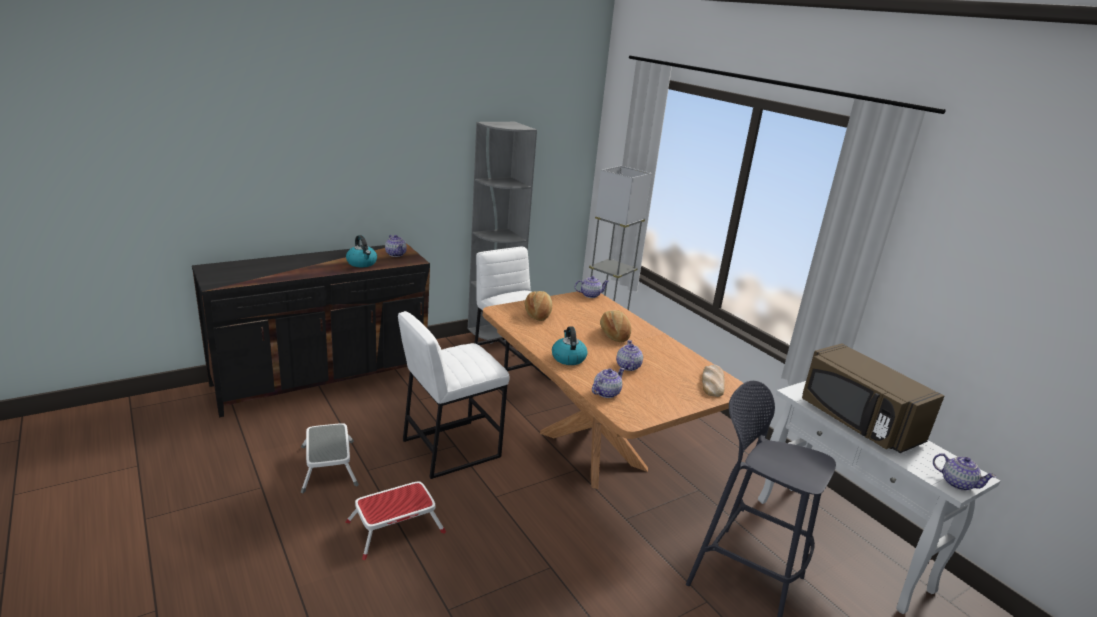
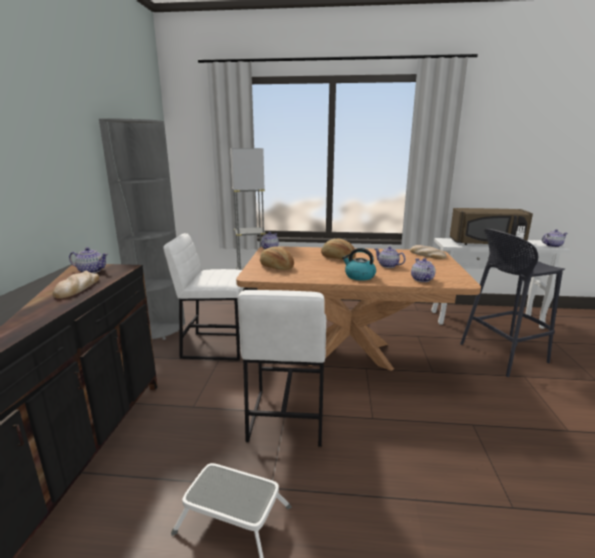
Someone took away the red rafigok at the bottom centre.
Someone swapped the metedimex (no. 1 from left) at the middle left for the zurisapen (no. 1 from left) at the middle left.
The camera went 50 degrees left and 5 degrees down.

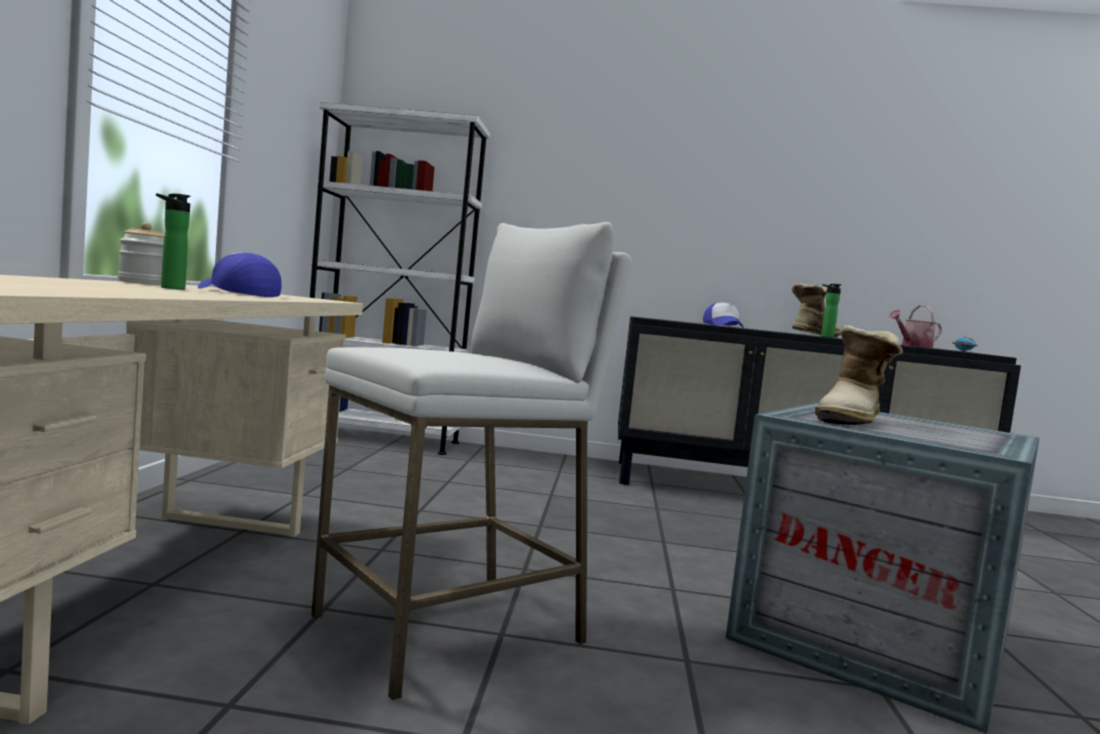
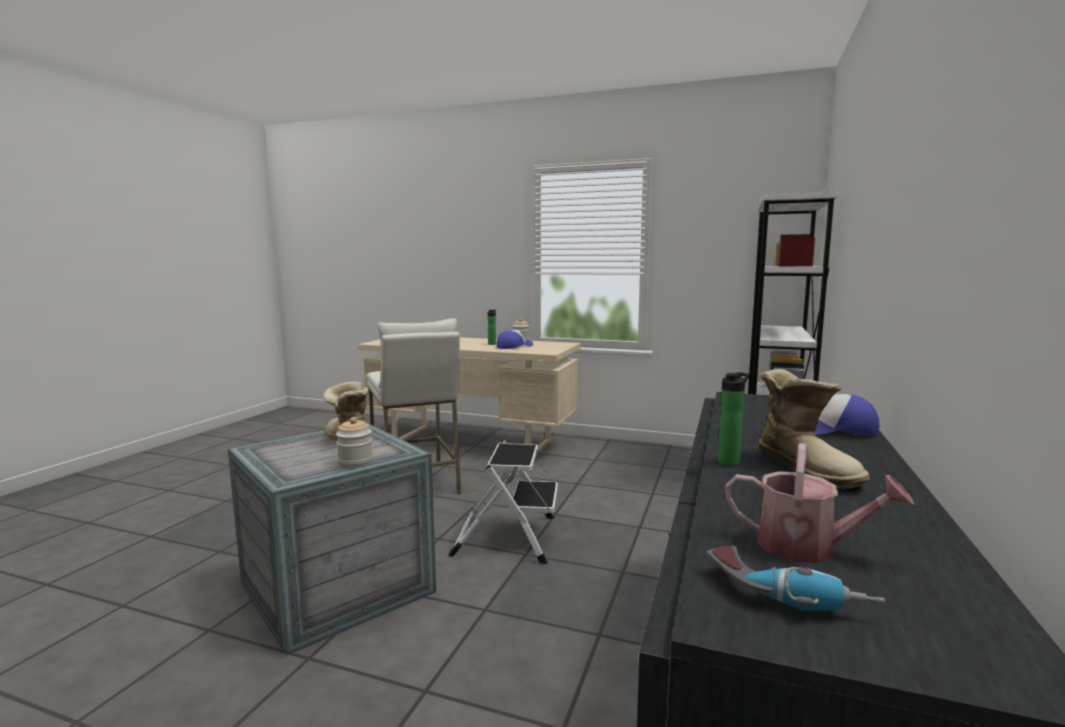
Someone rotated the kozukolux at the middle right by 120 degrees clockwise.
Someone put down the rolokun (no. 1 from left) at the middle left.
Someone put down the rafigok at the bottom centre.
The camera went 105 degrees right and 5 degrees up.

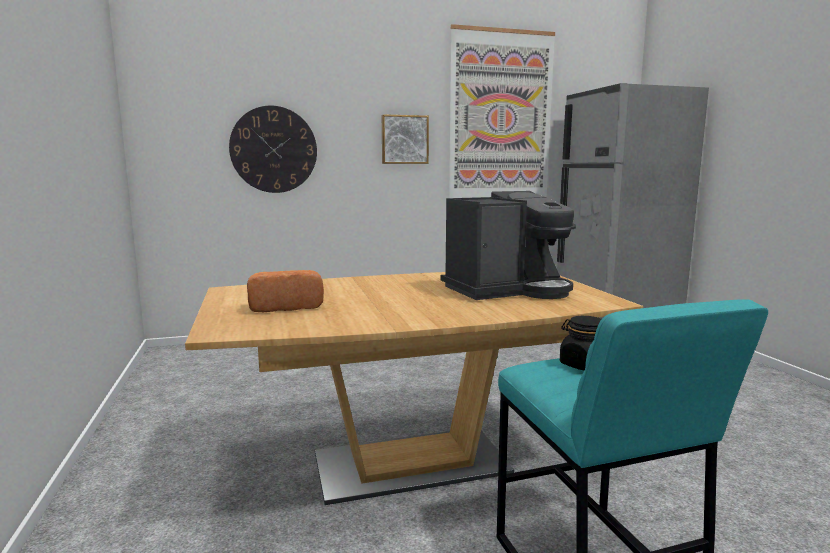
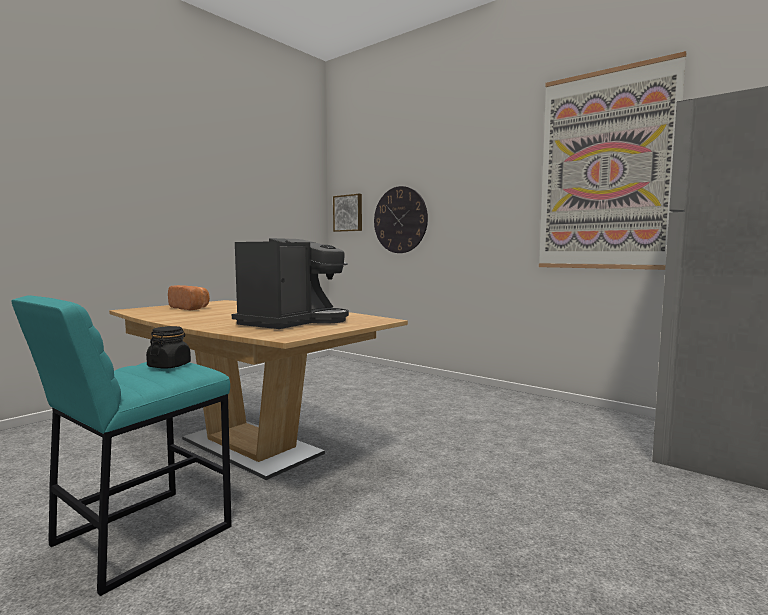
Someone carried the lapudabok (no. 1 from left) from the top centre to the centre.
Someone rotated the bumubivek at the centre by 90 degrees counterclockwise.
The camera went 55 degrees right and 5 degrees down.

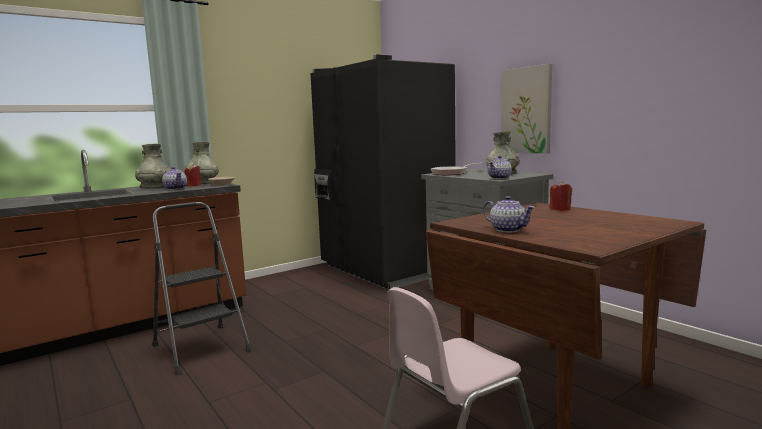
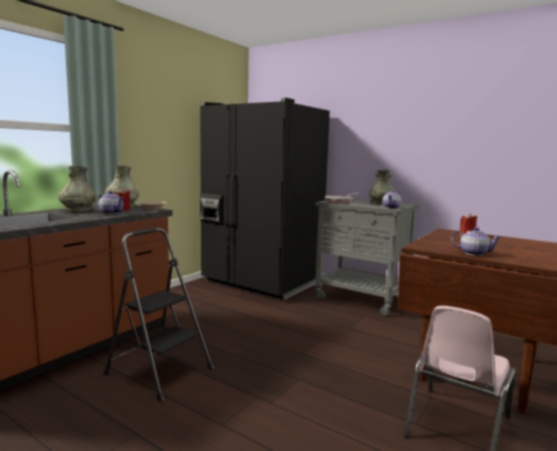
Someone took away the lapudabok at the top right.
The camera went 20 degrees left and 0 degrees up.

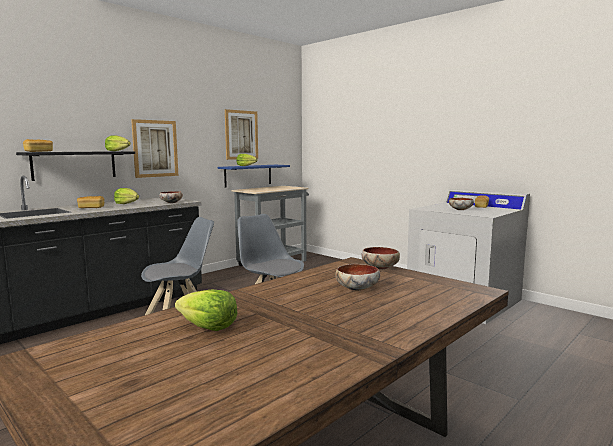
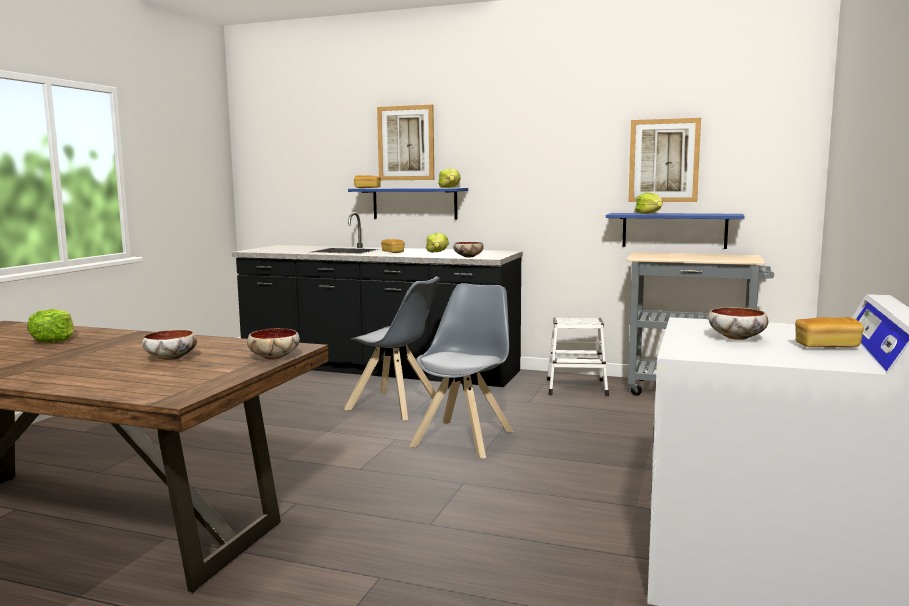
Someone repainted the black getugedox at the middle left, which became the blue getugedox (no. 1 from left) at the centre.
Someone carried the lapudabok (no. 1 from left) from the top left to the top centre.
Someone put down the white rafigok at the centre.
The camera went 65 degrees right and 0 degrees up.

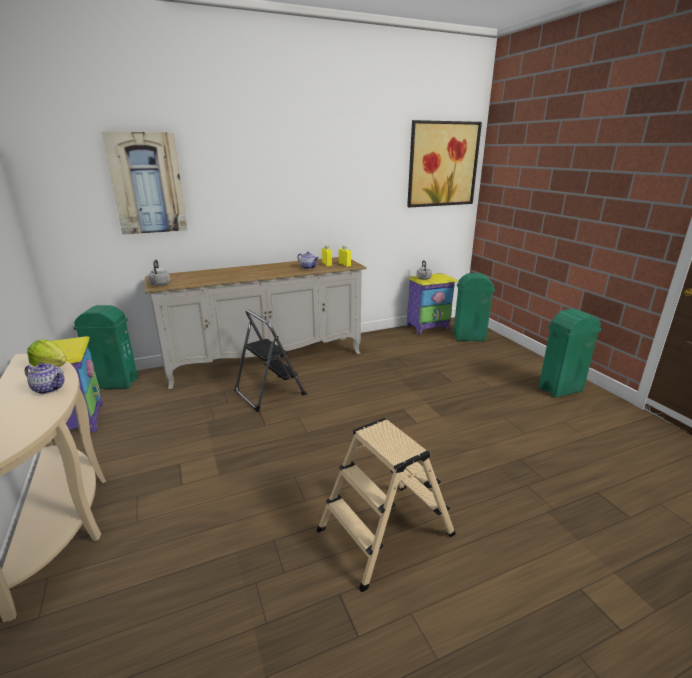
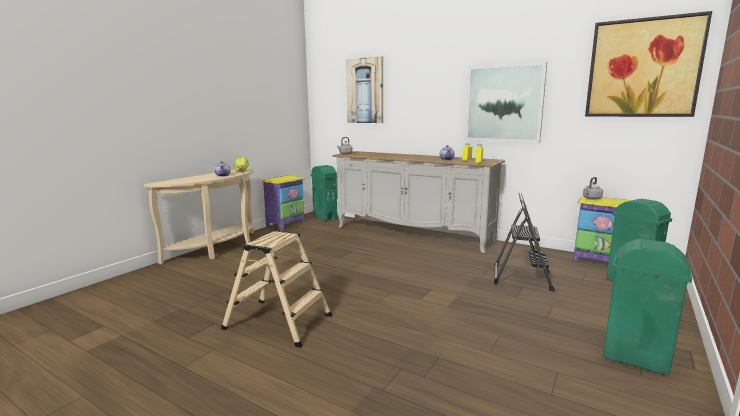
Someone carried the black rafigok from the centre to the middle right.
Someone put up the lapudabok (no. 2 from left) at the top right.
The camera went 55 degrees right and 10 degrees down.

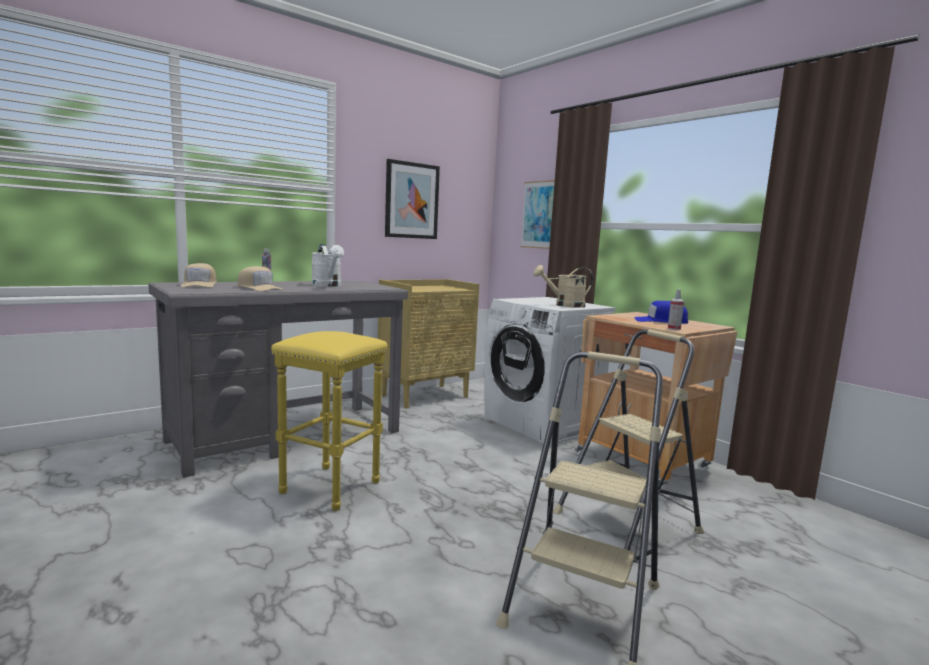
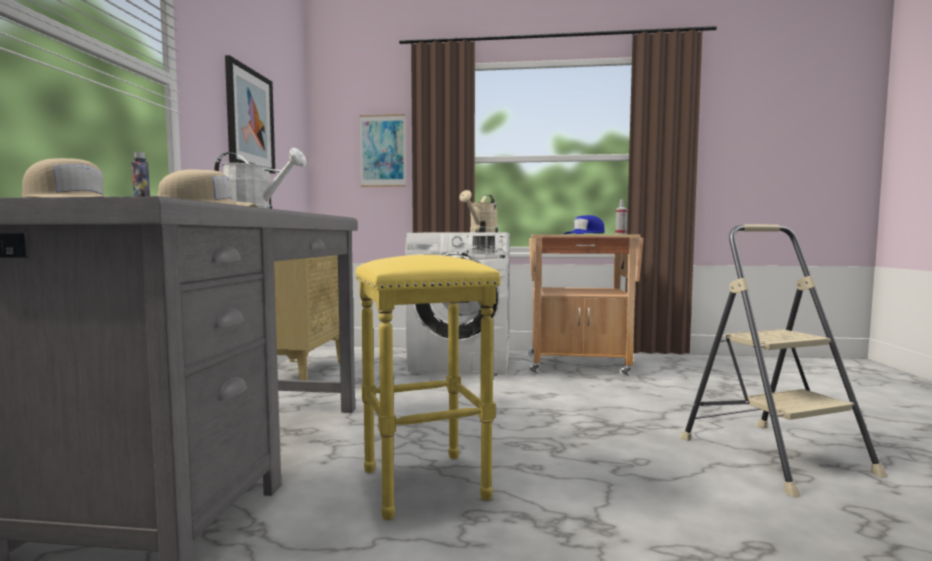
Someone took away the beige rafigok (no. 2 from left) at the middle right.
The camera went 45 degrees left and 5 degrees down.

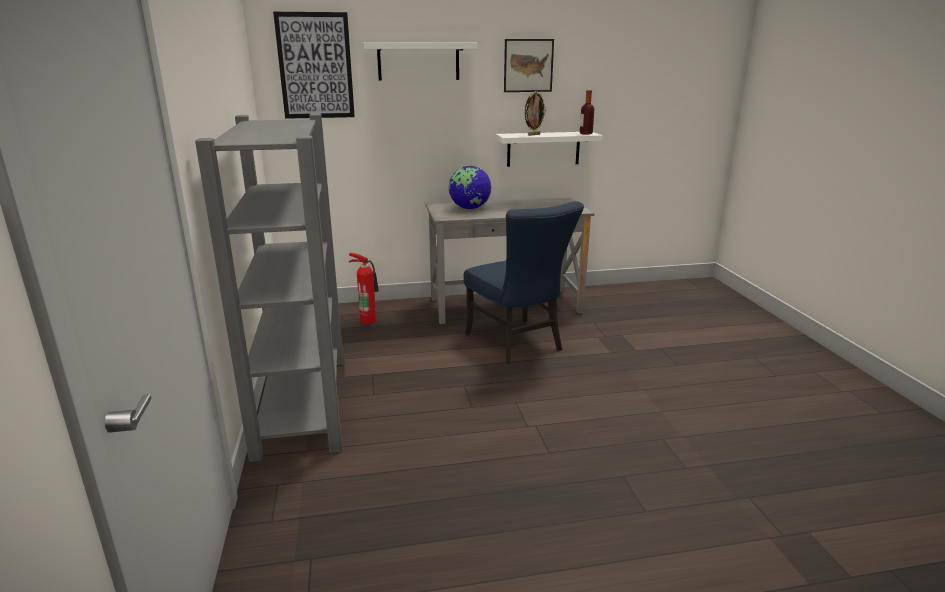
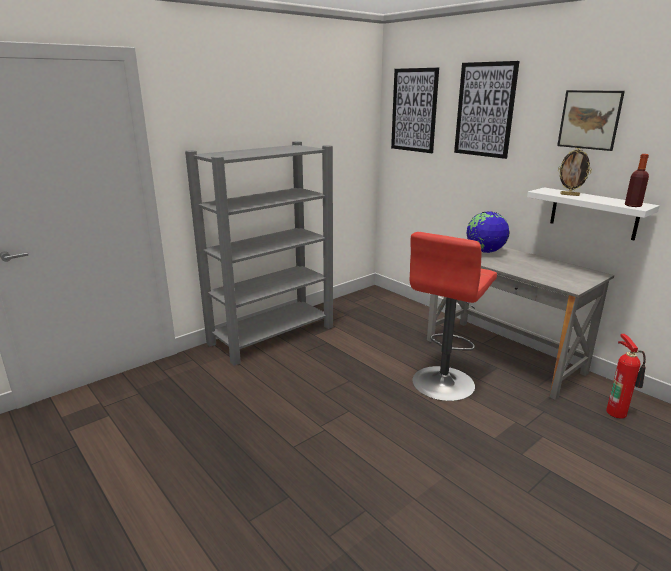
Someone carried the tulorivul from the centre to the middle right.
Someone swapped the white getugedox (no. 1 from left) at the top centre for the lapudabok (no. 2 from left) at the top right.
Someone swapped the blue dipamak at the centre for the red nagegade at the middle right.
The camera went 60 degrees right and 0 degrees up.

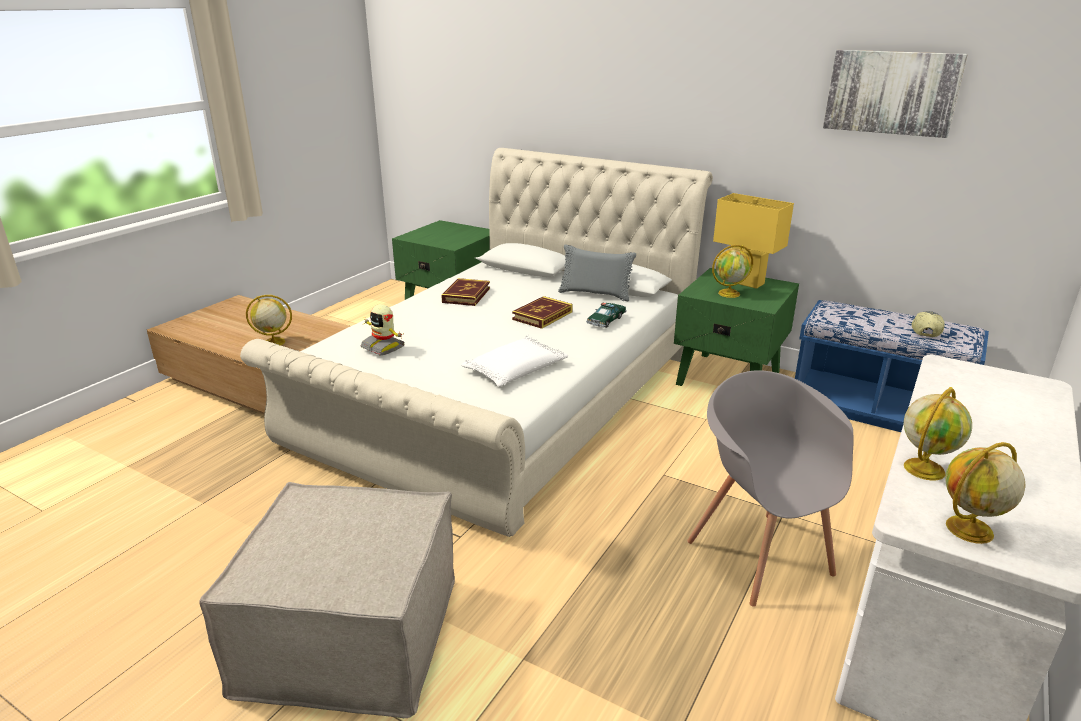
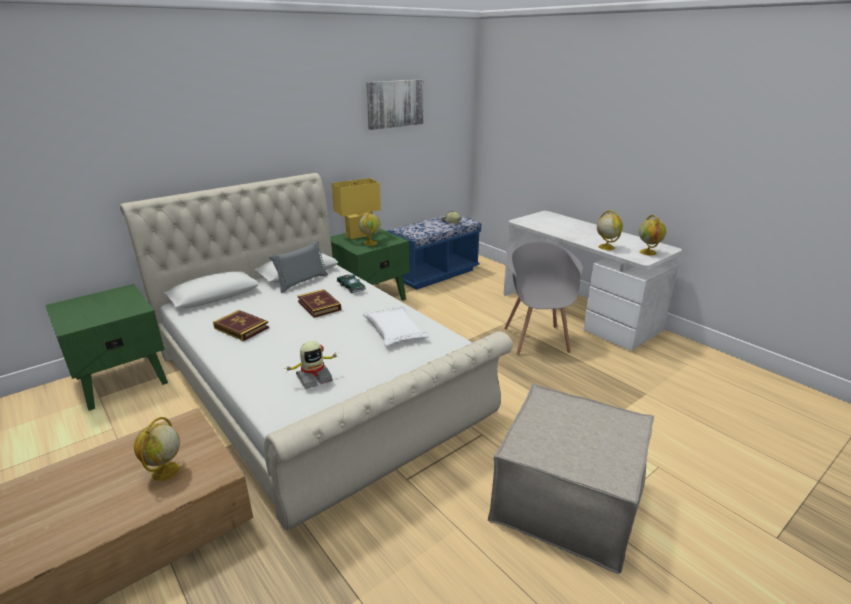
Someone rotated the grey dipamak at the bottom right by 90 degrees clockwise.
The camera went 70 degrees left and 0 degrees up.

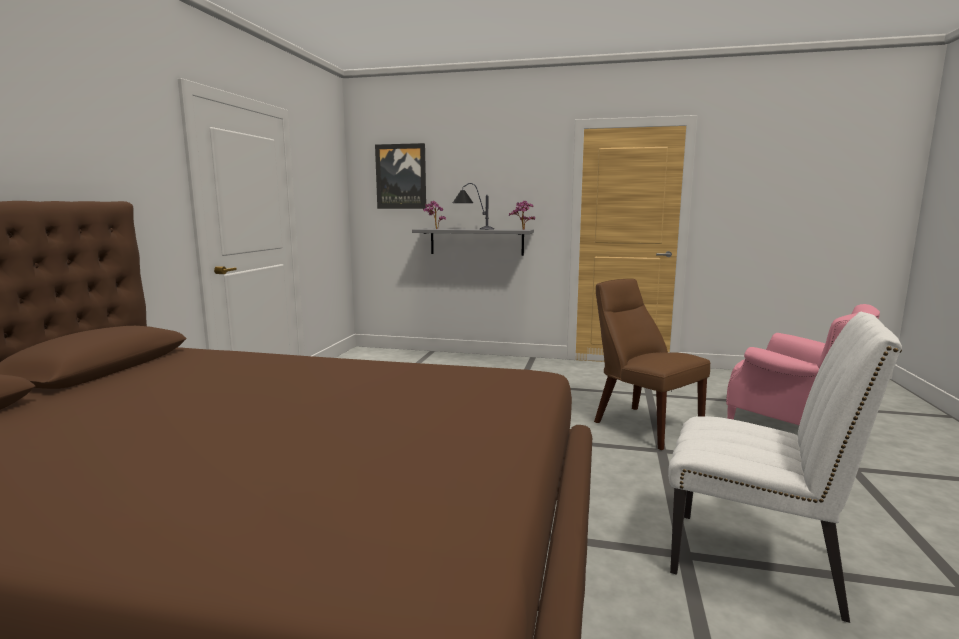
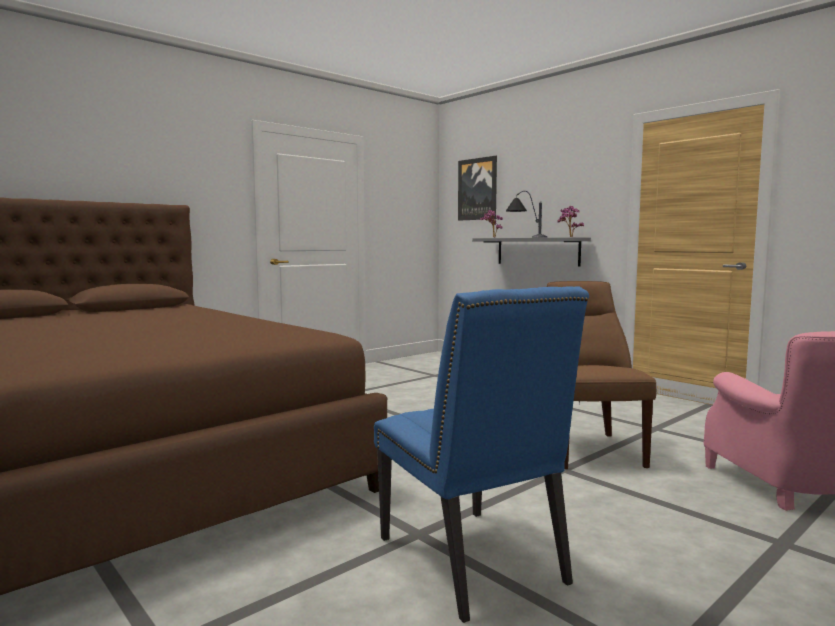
Someone repainted the white dipamak at the bottom right, which became the blue dipamak at the bottom centre.
The camera went 35 degrees right and 5 degrees down.

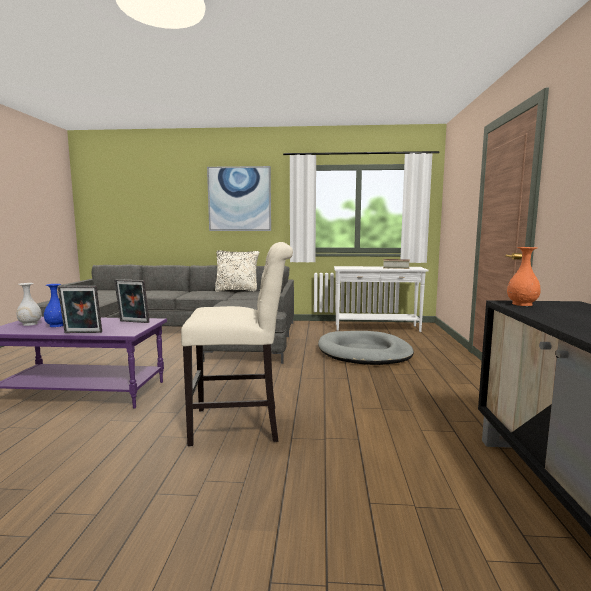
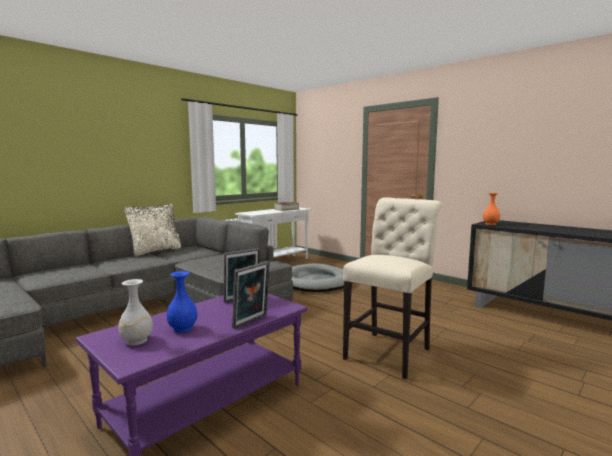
Someone took away the lapudabok at the centre.
The camera went 50 degrees left and 0 degrees up.

